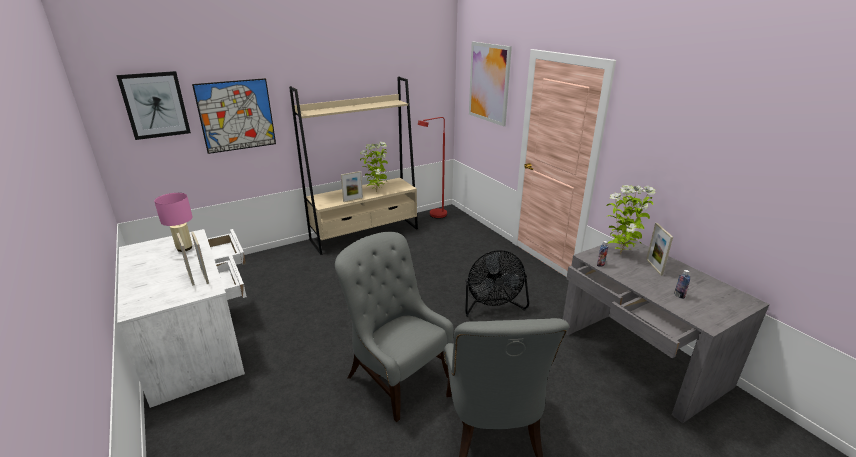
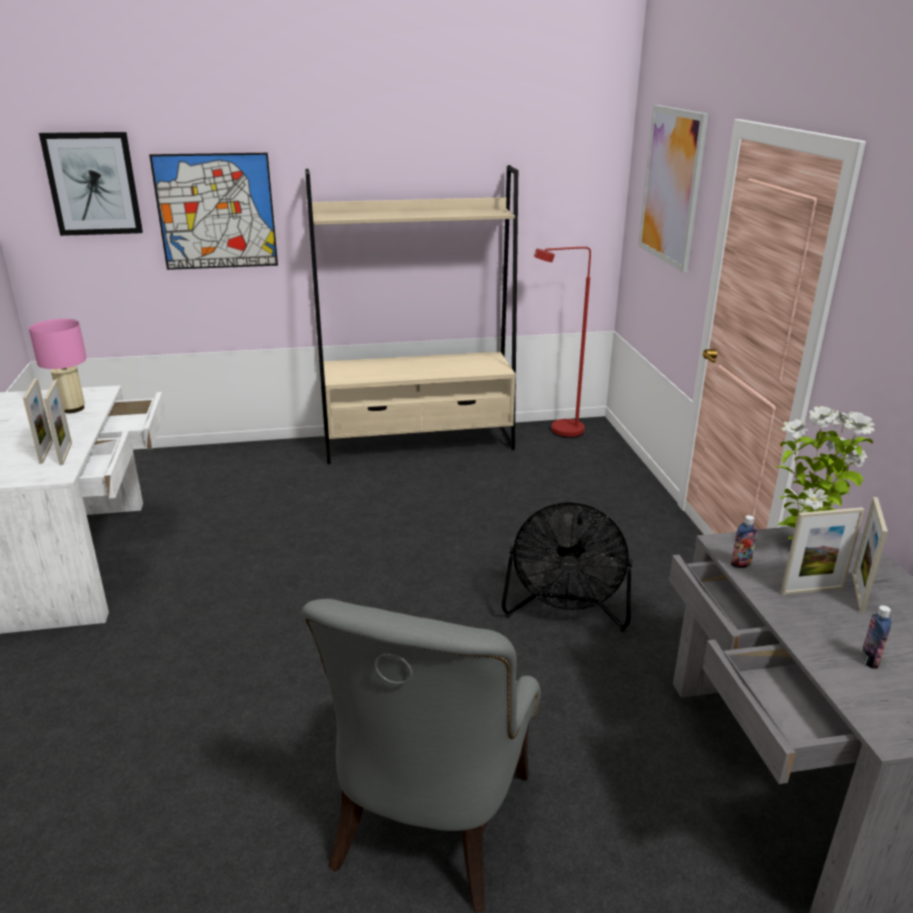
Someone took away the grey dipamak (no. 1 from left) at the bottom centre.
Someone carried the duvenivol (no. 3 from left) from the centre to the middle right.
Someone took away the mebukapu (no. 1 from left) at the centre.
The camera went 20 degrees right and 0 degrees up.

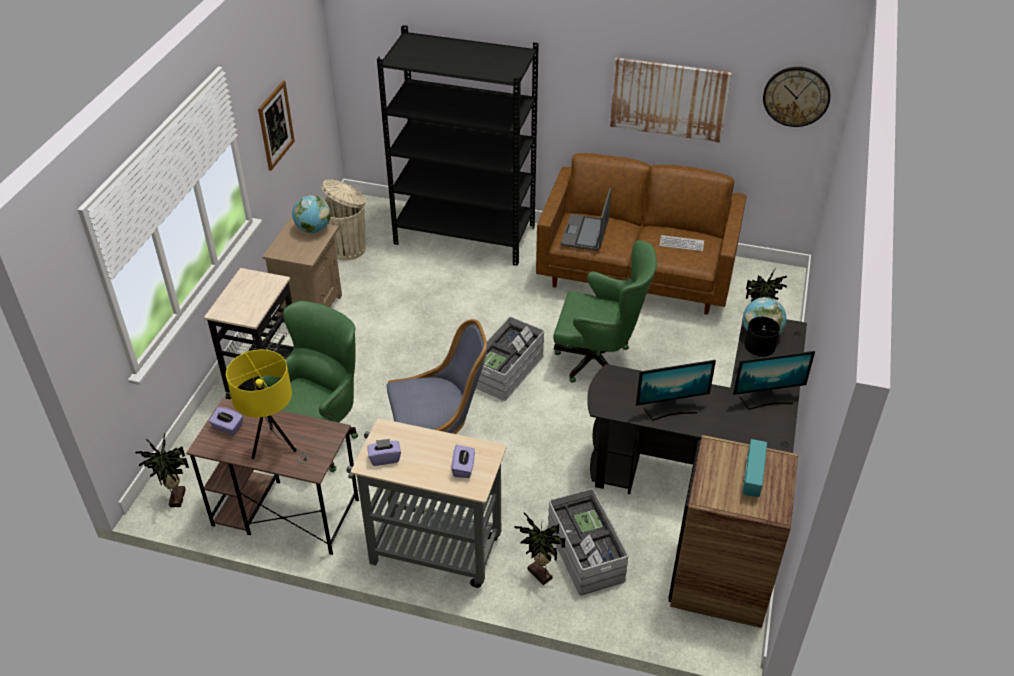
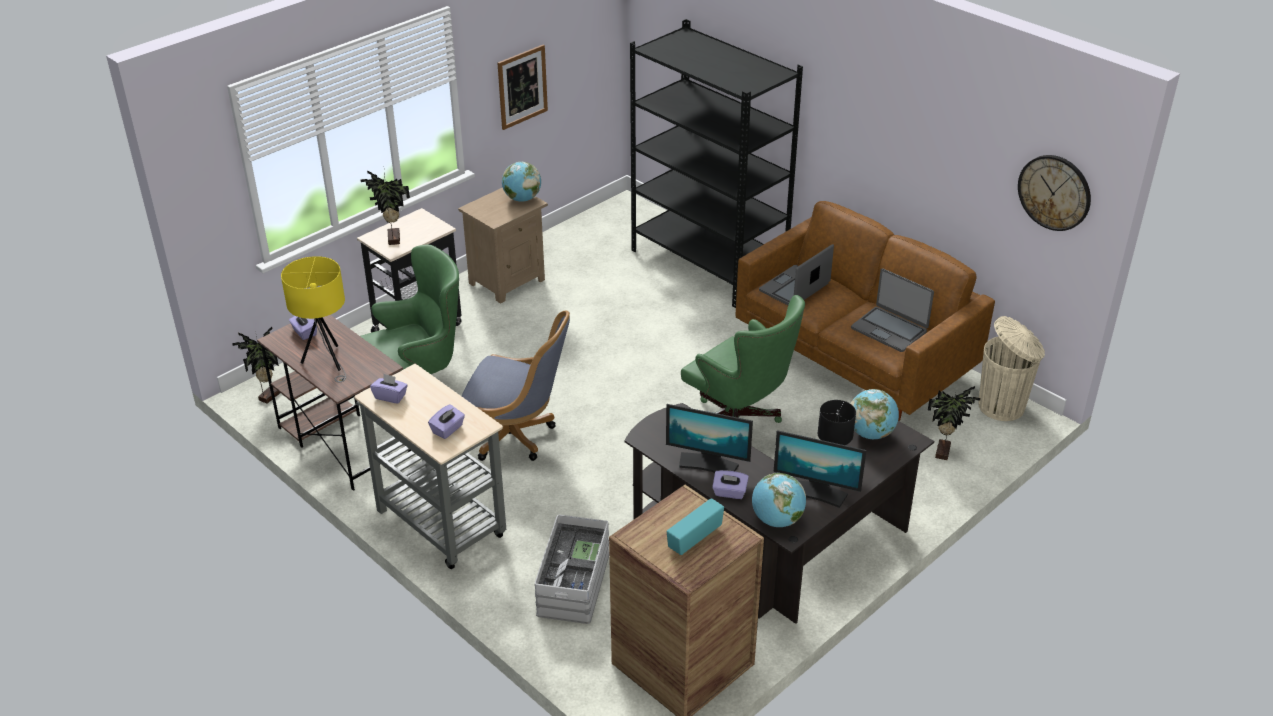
Someone carried the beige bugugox from the top centre to the middle right.
Someone took away the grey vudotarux (no. 1 from left) at the centre.
Someone carried the mebukapu (no. 2 from left) from the bottom centre to the top left.
Someone took away the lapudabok (no. 2 from left) at the top centre.
Someone swapped the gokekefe at the middle right for the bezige (no. 2 from left) at the middle right.
Someone put down the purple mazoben (no. 4 from left) at the bottom centre.
Someone put down the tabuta (no. 2 from left) at the bottom centre.
The camera went 30 degrees right and 5 degrees down.

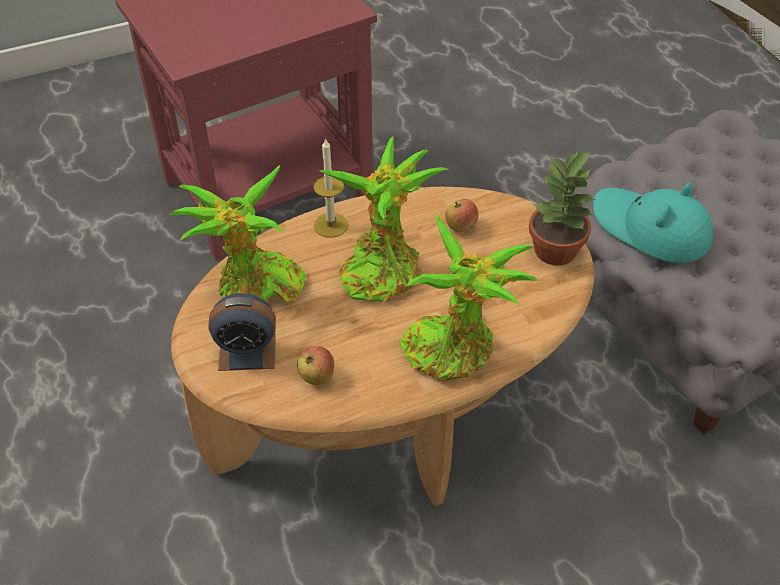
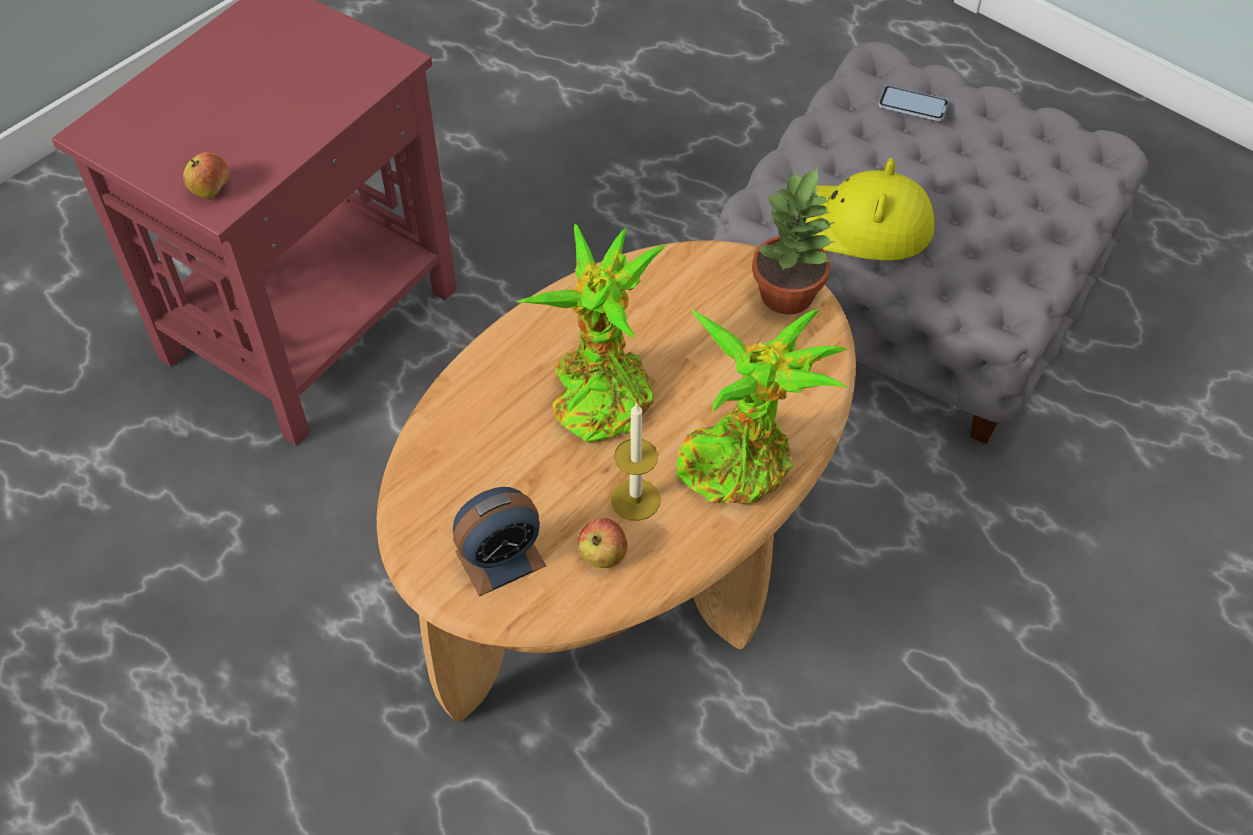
Someone took away the mebukapu (no. 1 from left) at the middle left.
Someone carried the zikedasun from the top centre to the centre.
Someone carried the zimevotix (no. 2 from left in the first image) from the centre to the top left.
Someone repainted the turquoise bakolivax at the middle right, which became the yellow bakolivax at the top right.
Someone put down the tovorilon at the top right.
The camera went 25 degrees left and 5 degrees up.

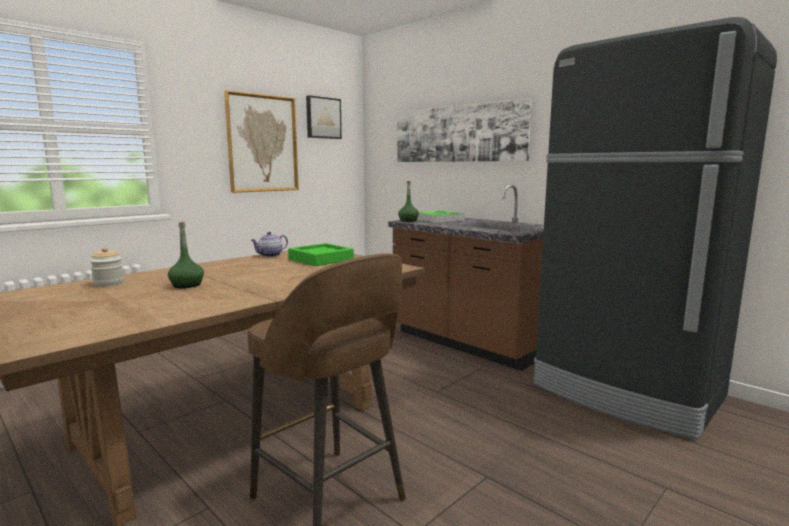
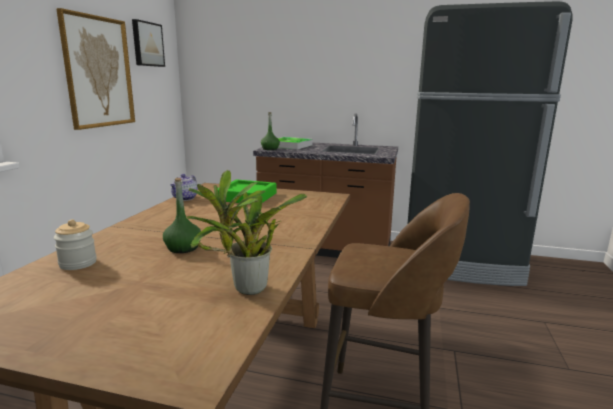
Someone took away the lapudabok (no. 3 from left) at the top centre.
Someone put down the mebukapu at the centre.
The camera went 30 degrees left and 5 degrees up.

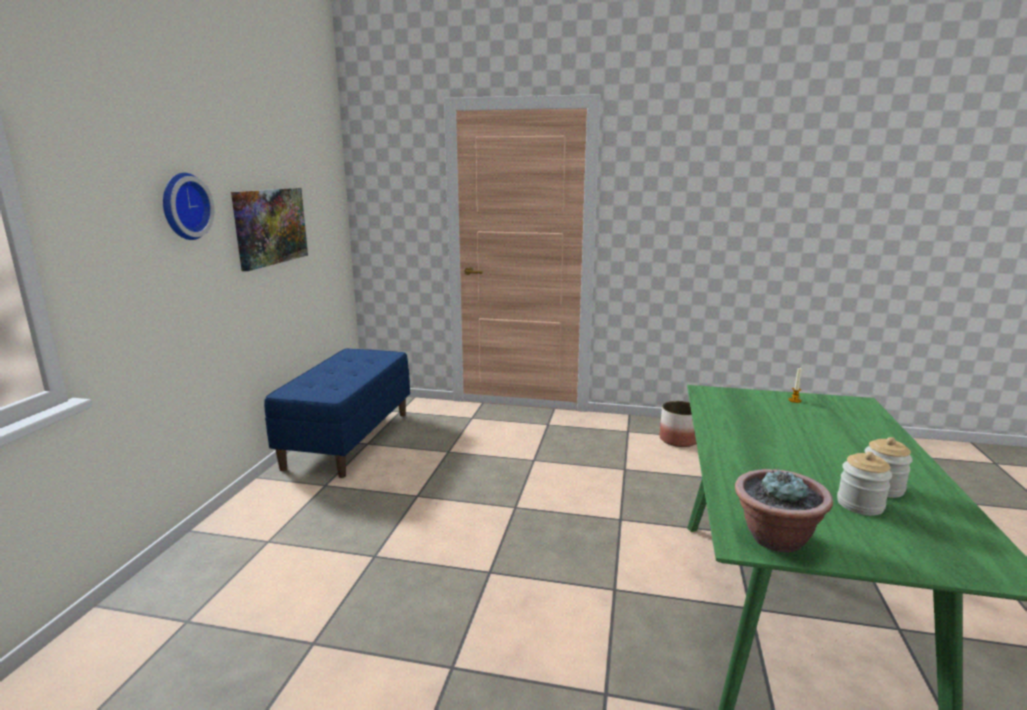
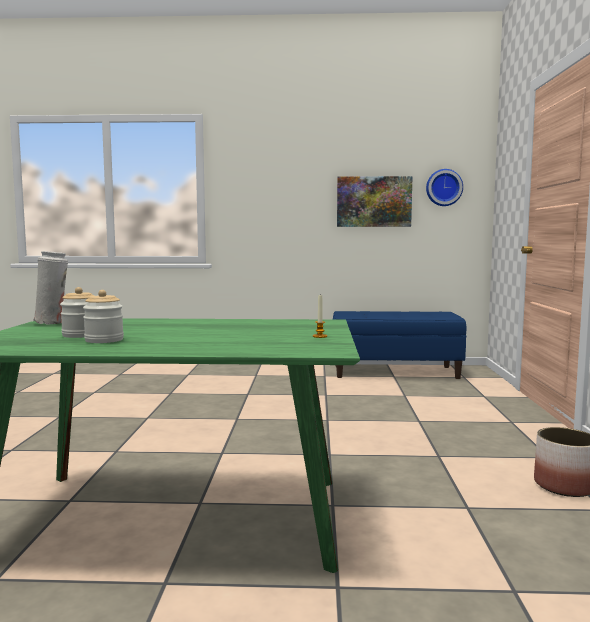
Someone carried the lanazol from the top left to the top right.
Someone swapped the mebukapu at the bottom right for the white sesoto at the middle left.
The camera went 80 degrees right and 10 degrees down.

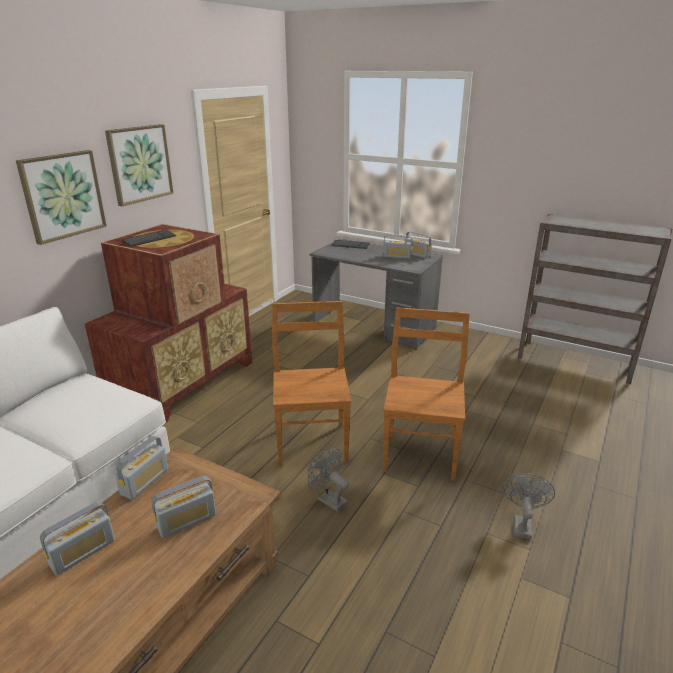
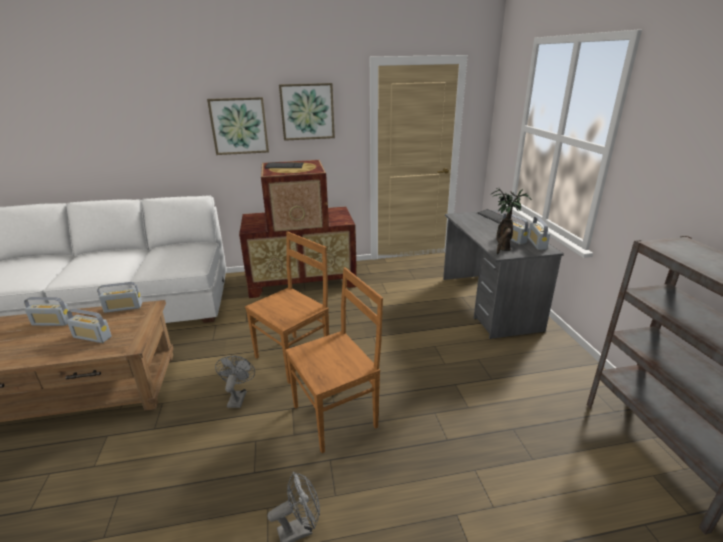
Someone put down the mebukapu at the middle right.
The camera went 50 degrees right and 0 degrees up.

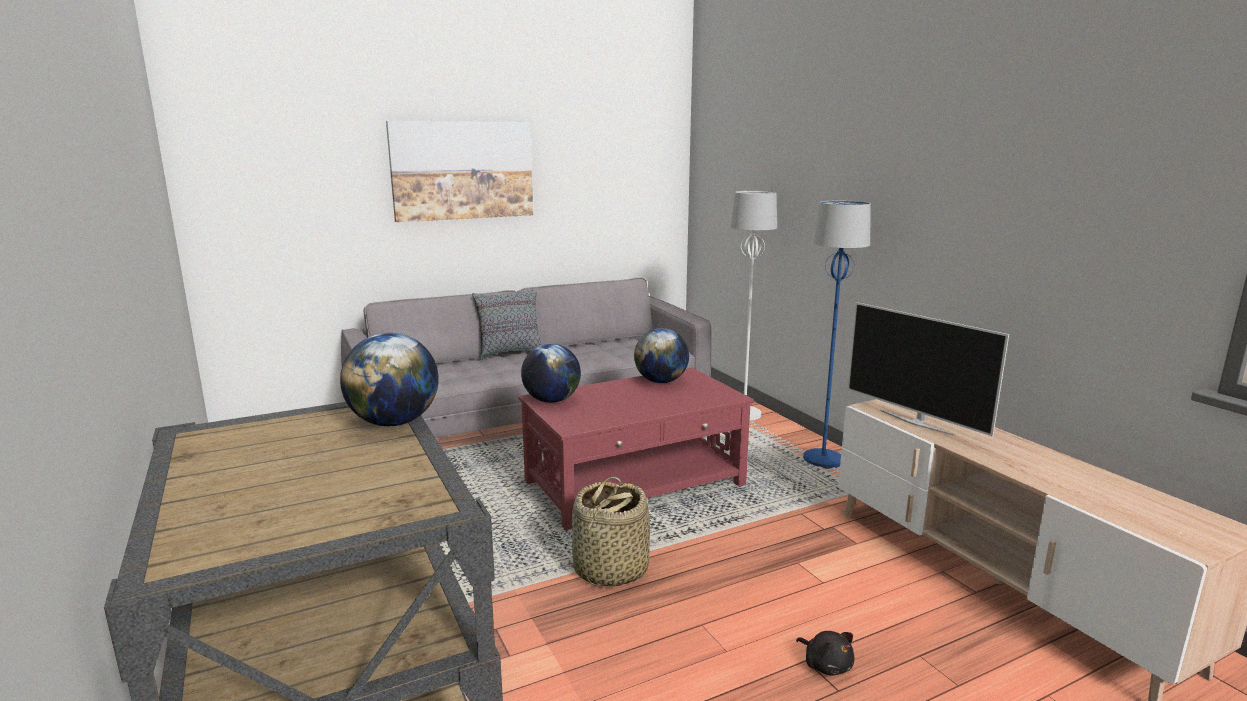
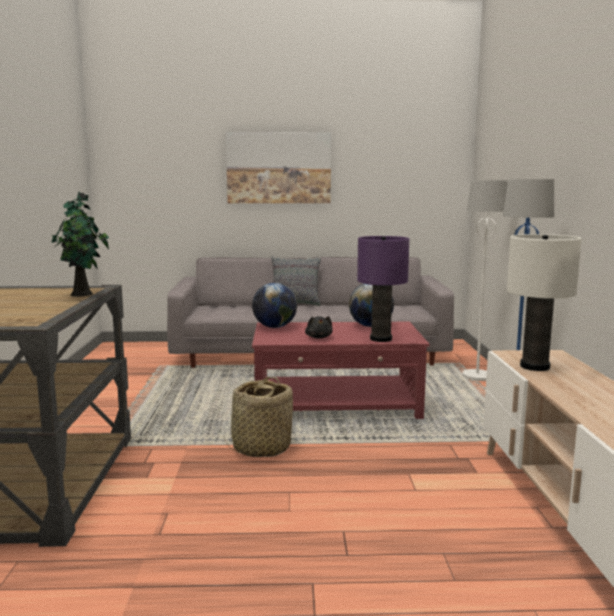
Someone swapped the tabuta (no. 1 from left) at the middle left for the mebukapu at the middle left.
Someone carried the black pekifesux from the bottom centre to the centre.
Someone swapped the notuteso at the middle right for the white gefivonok at the middle right.
Someone put down the purple gefivonok at the centre.
The camera went 25 degrees right and 5 degrees down.

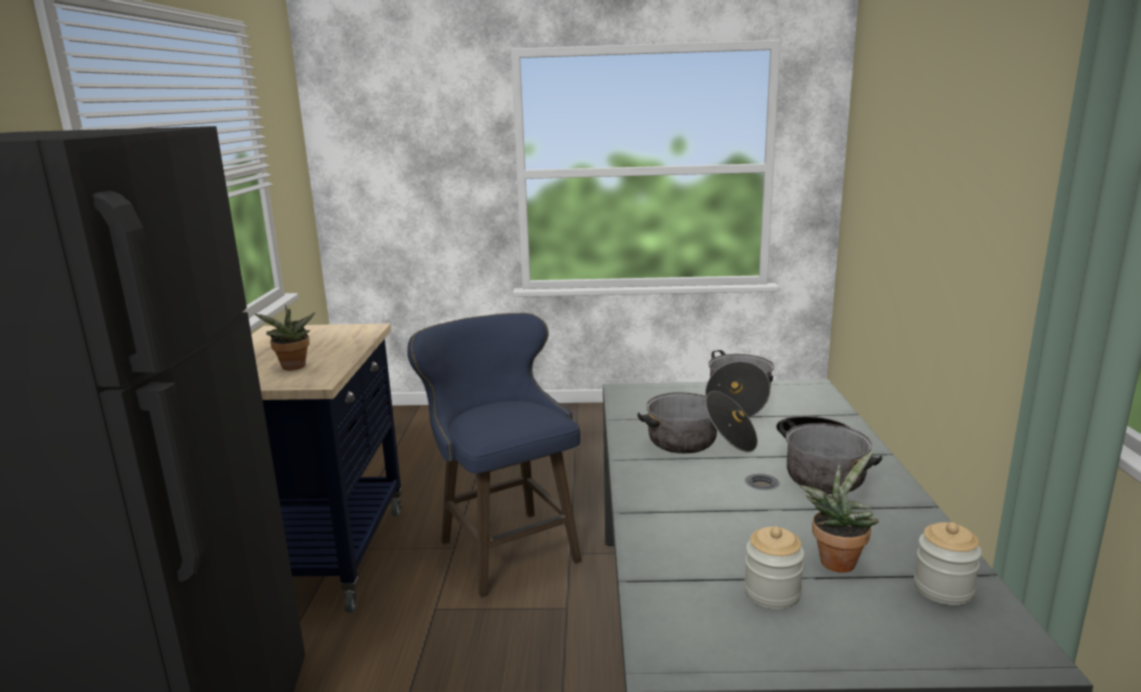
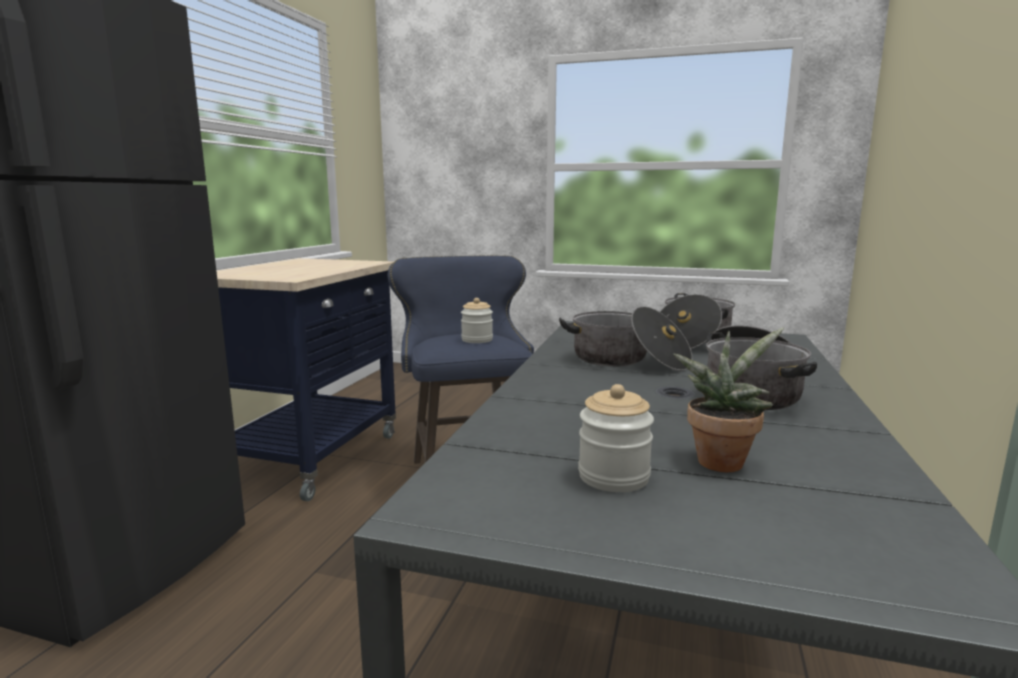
Someone took away the mebukapu (no. 1 from left) at the middle left.
Someone carried the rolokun (no. 2 from left in the first image) from the bottom right to the centre.
The camera went 15 degrees right and 5 degrees down.

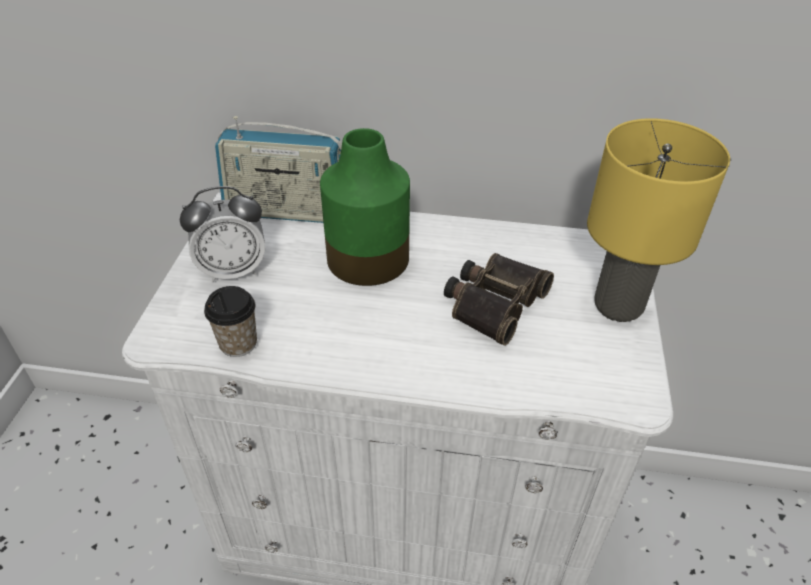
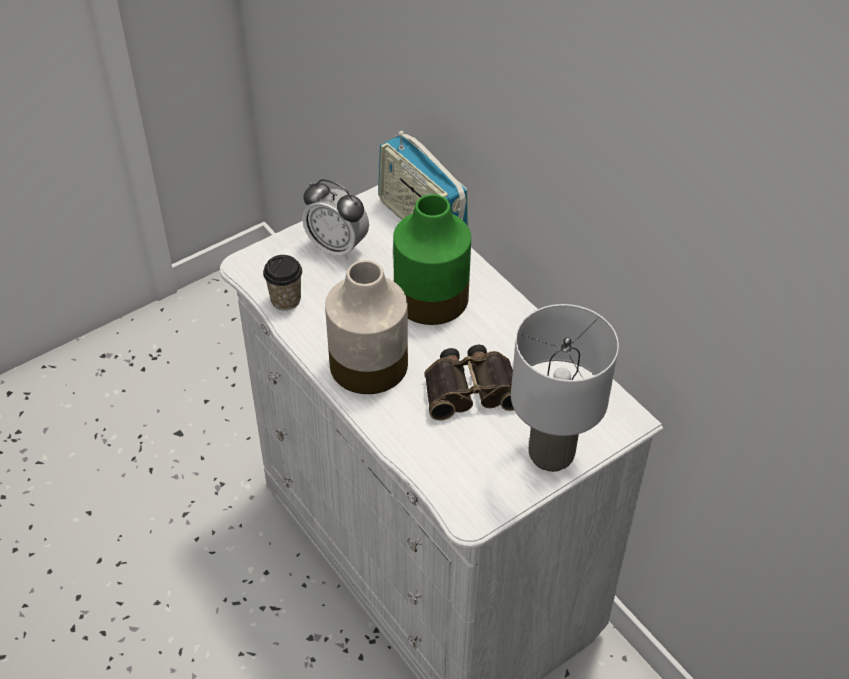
Someone repainted the yellow gefivonok at the middle right, which became the white gefivonok at the centre.
Someone put down the beige sesoto at the centre.
The camera went 45 degrees right and 5 degrees up.

